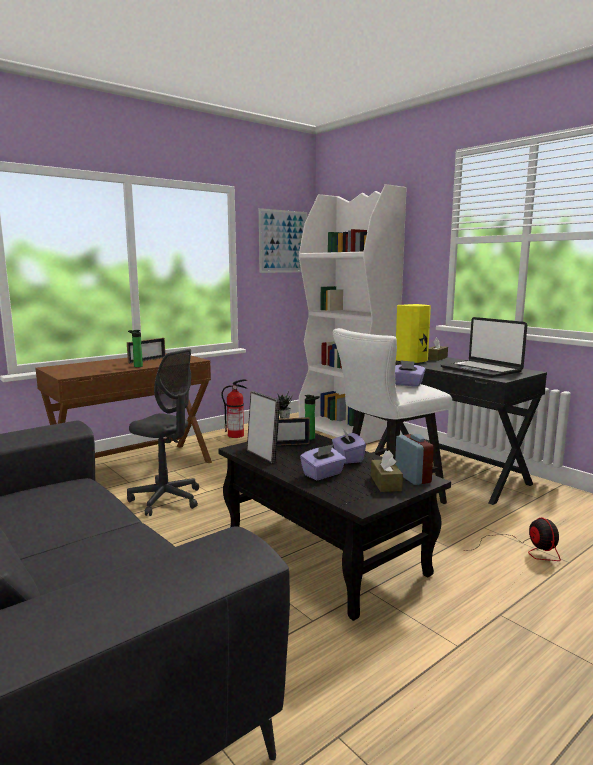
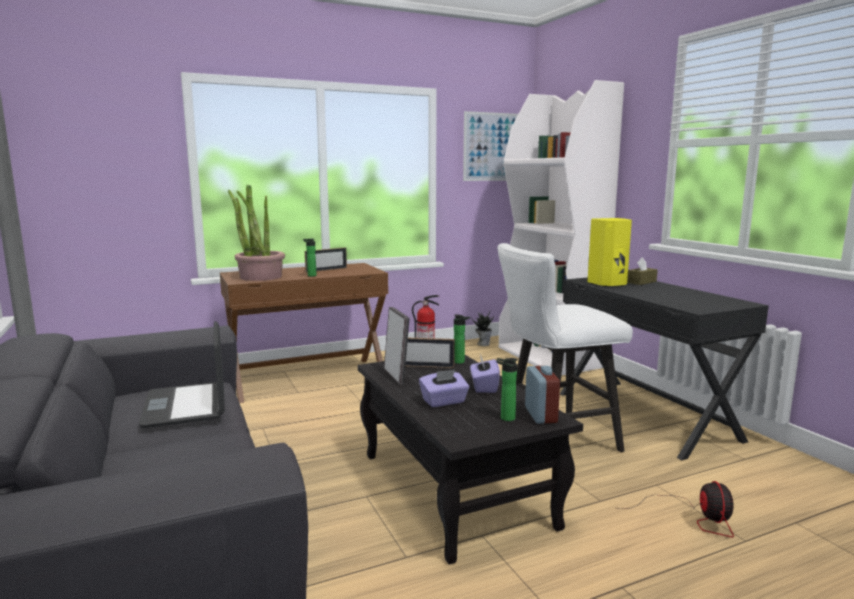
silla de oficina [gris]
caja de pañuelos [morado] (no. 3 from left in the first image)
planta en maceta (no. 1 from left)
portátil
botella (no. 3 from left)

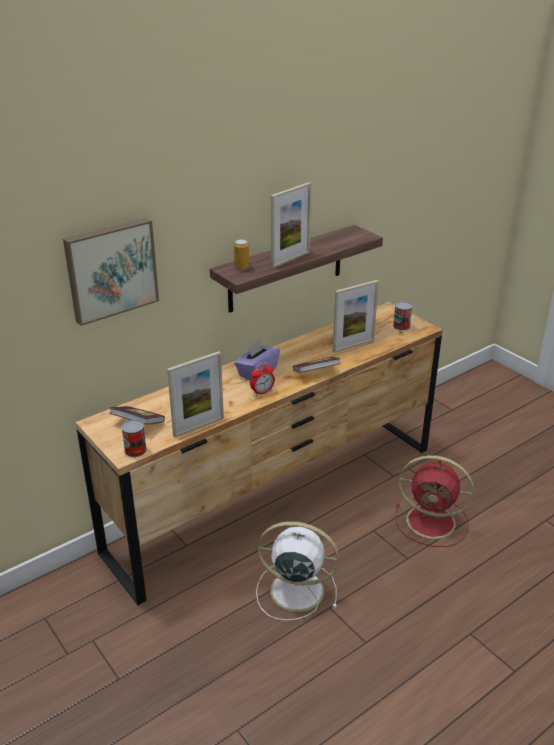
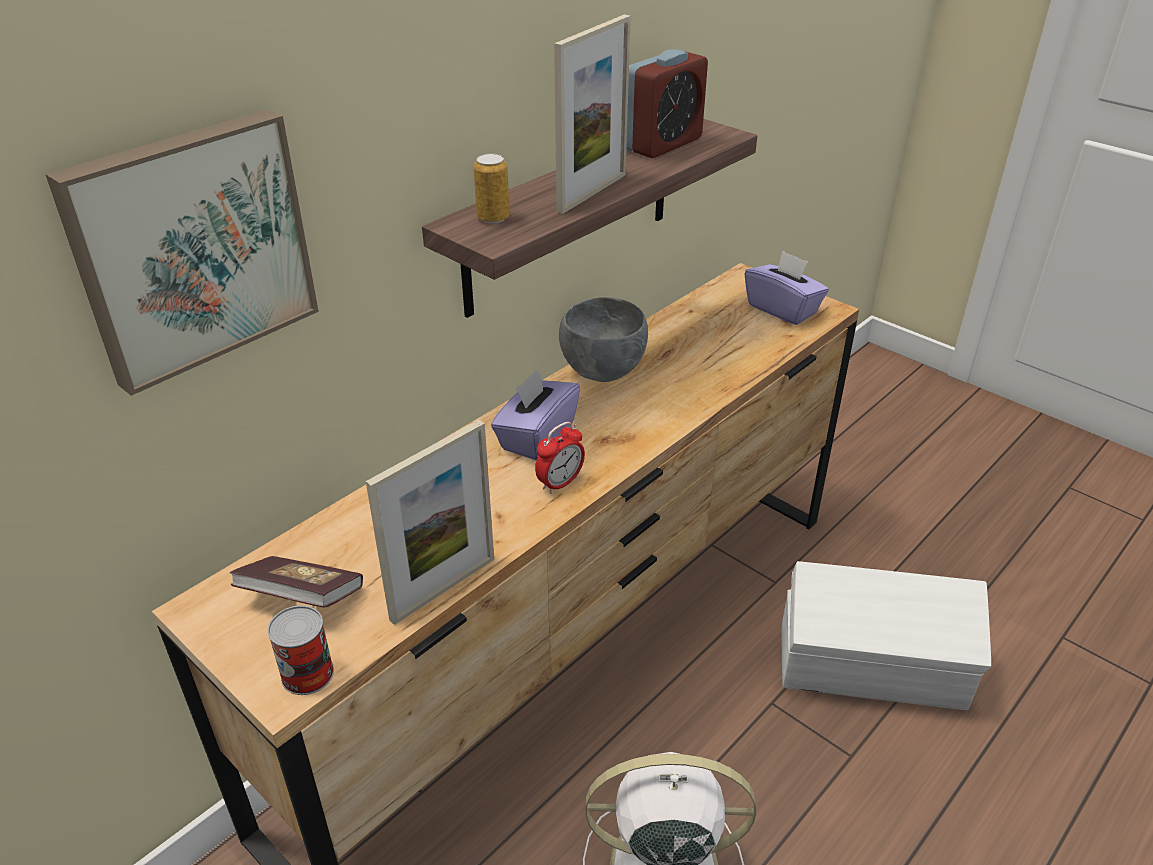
libro (no. 2 from left in the first image)
portarretratos (no. 3 from left in the first image)
cuenco [gris]
despertador (no. 2 from left)
caja de pañuelos [morado] (no. 2 from left)
caja de almacenaje [blanco]

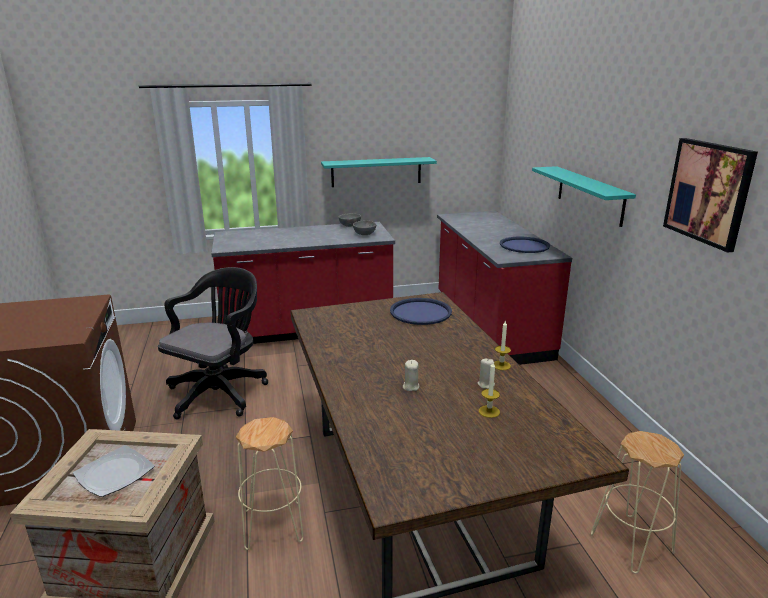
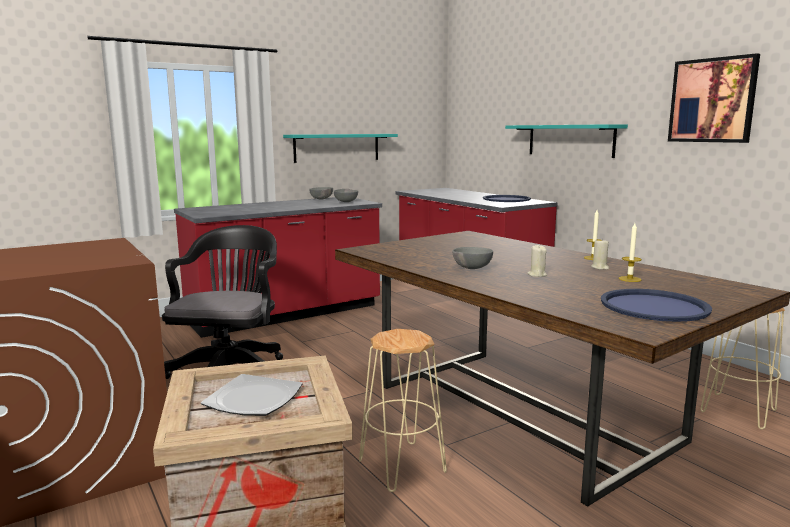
cuenco [gris] (no. 3 from left)
bandeja [azul] (no. 2 from left)

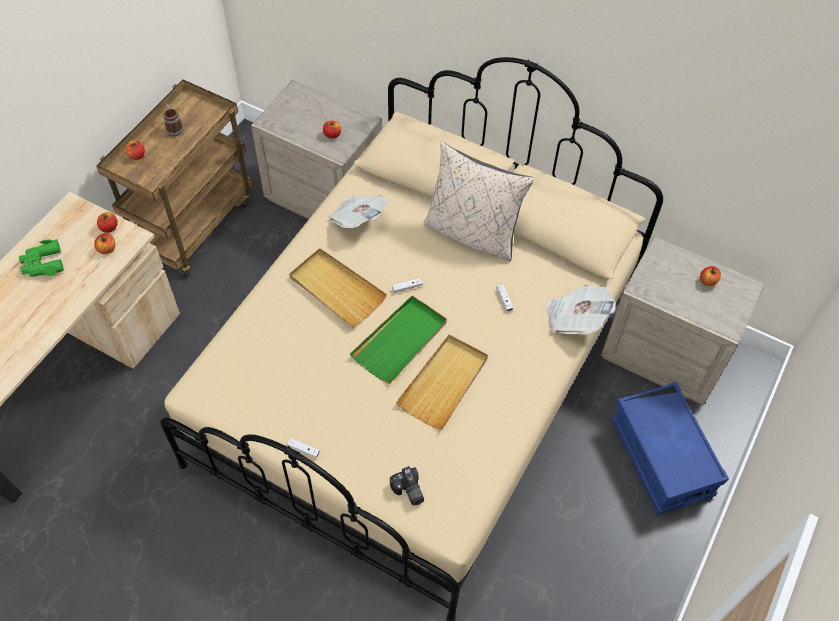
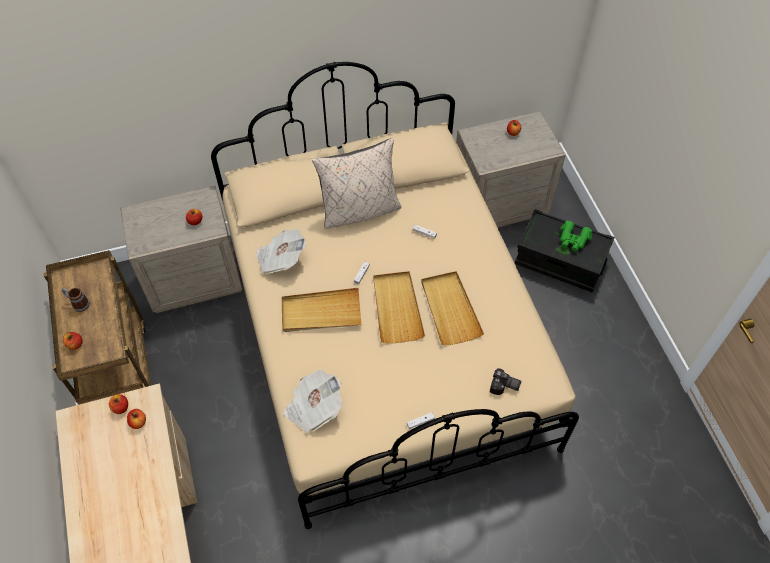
prismáticos [verde]
periódico (no. 2 from left)
bandeja [beis] (no. 2 from left)
caja de almacenaje [negro]

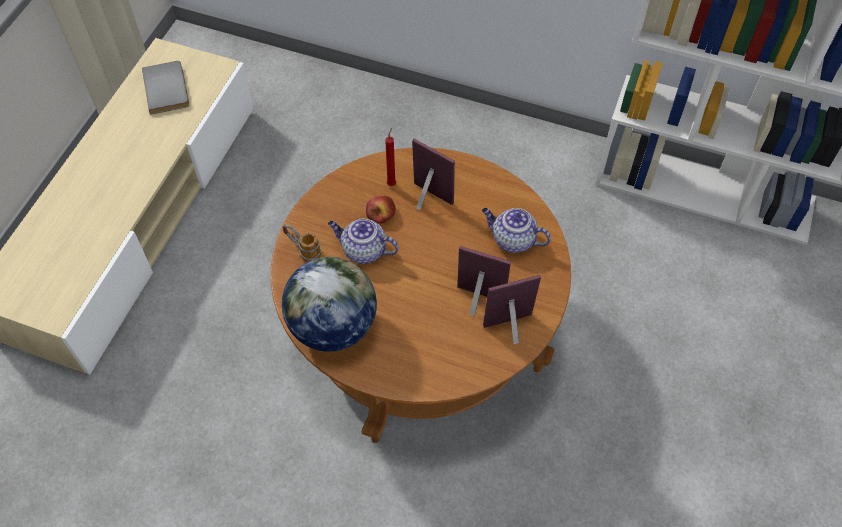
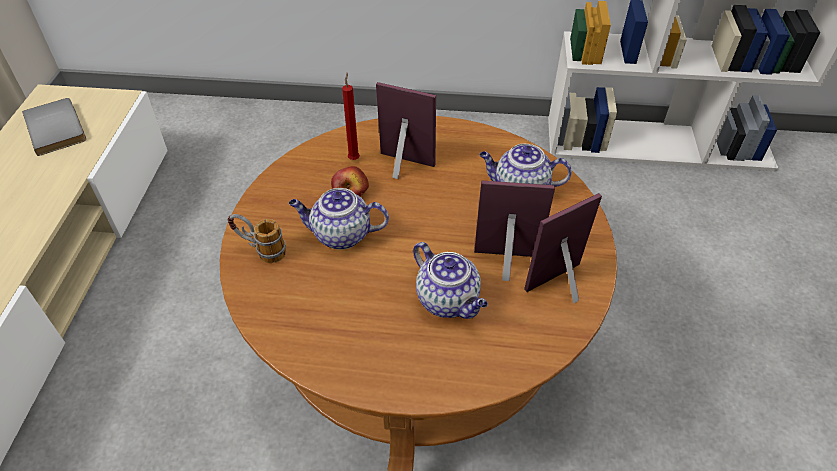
globo terráqueo
tetera (no. 2 from left)

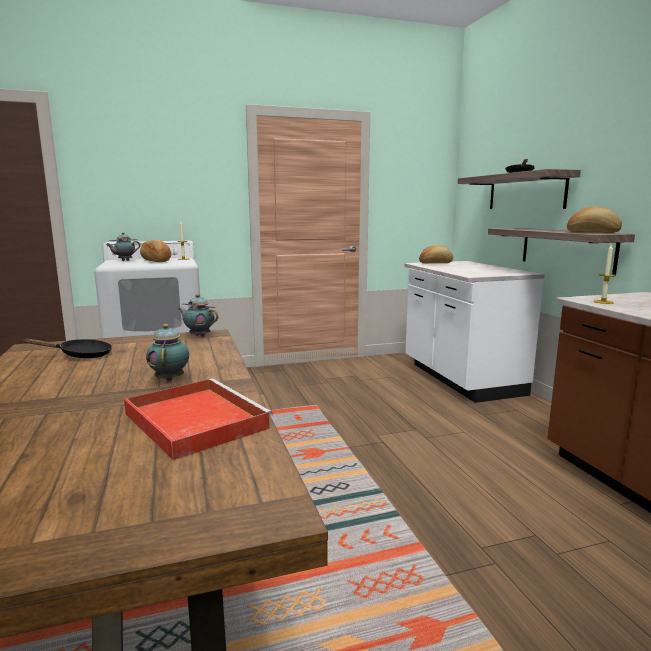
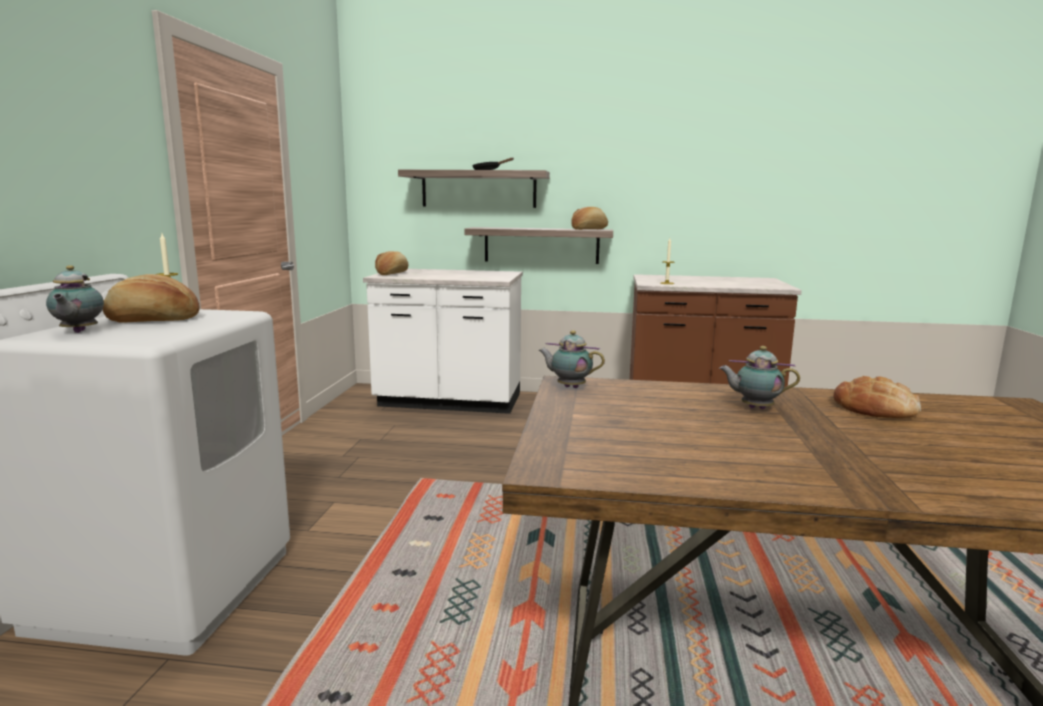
sartén [negro] (no. 1 from left in the first image)
pan (no. 4 from left)
tetera (no. 2 from left)

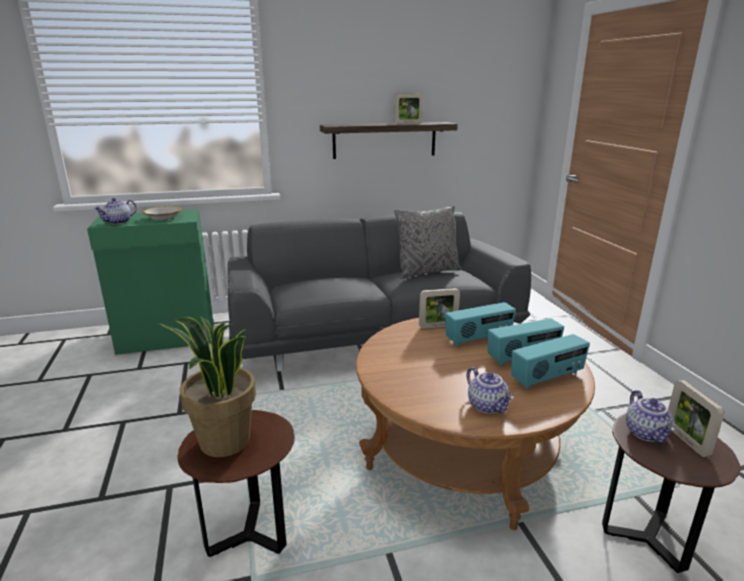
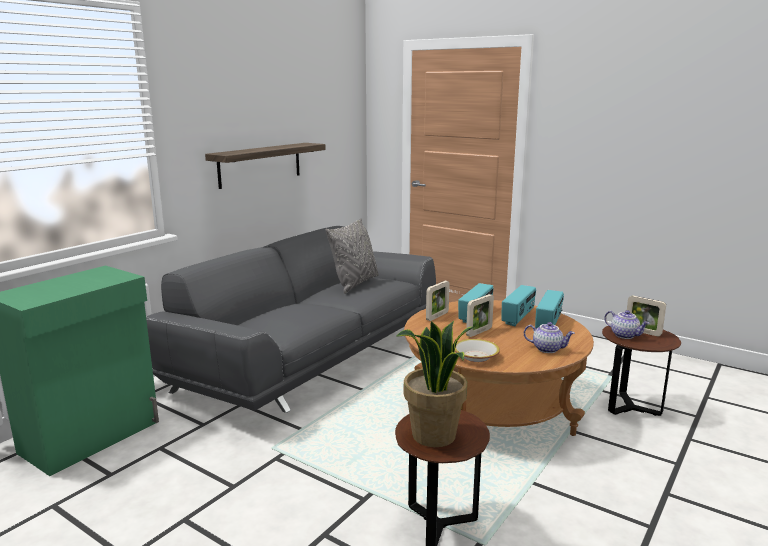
tetera (no. 1 from left in the first image)
cuenco
portarretratos (no. 2 from left)

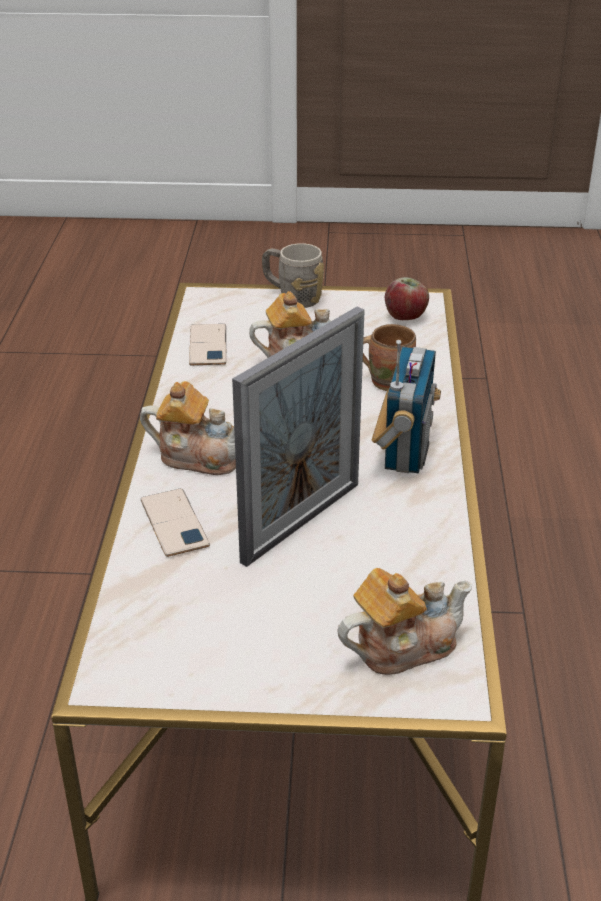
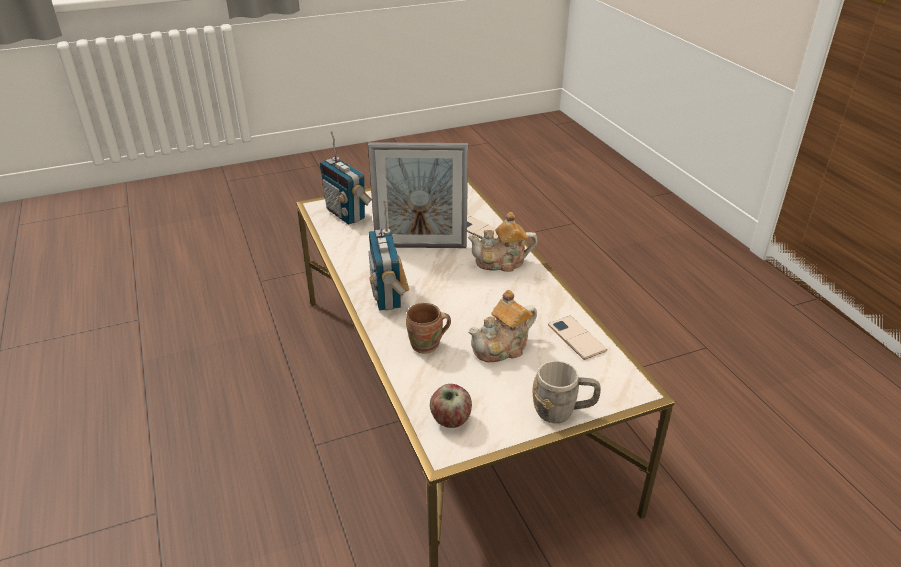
radio (no. 1 from left)
portarretratos

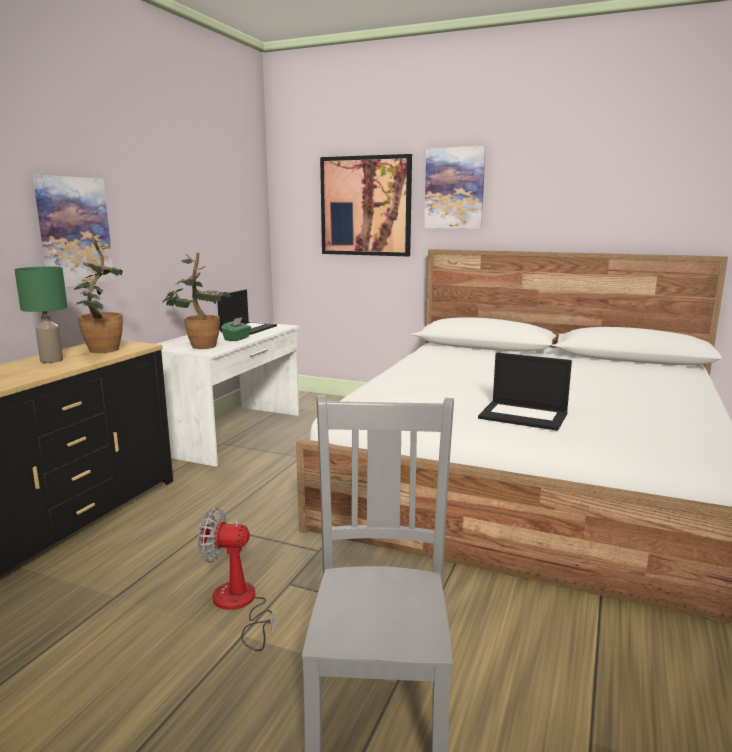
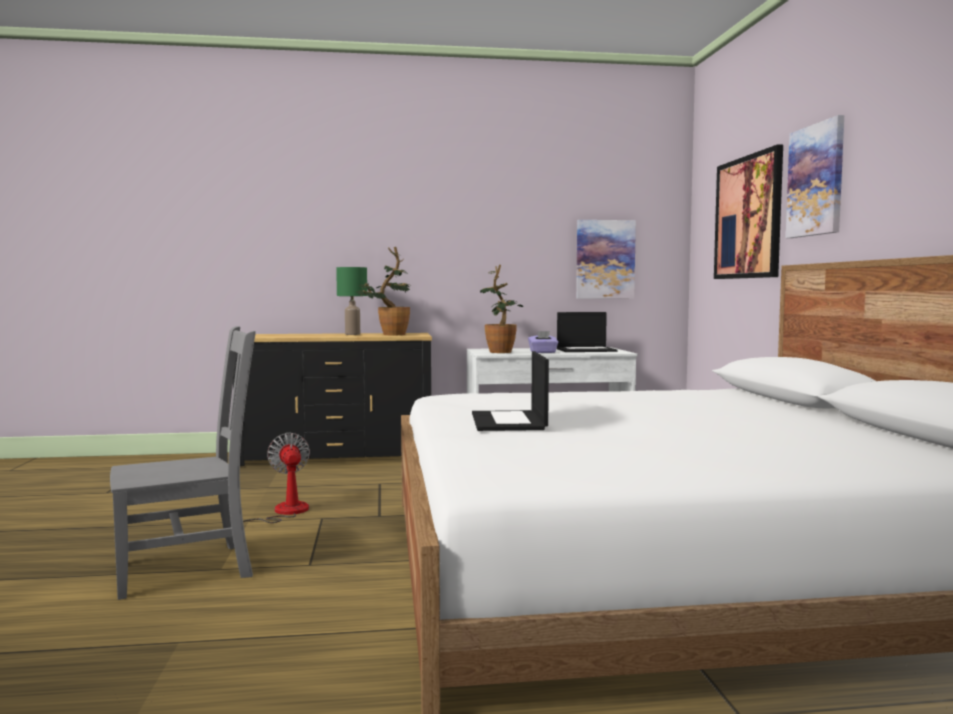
cuadro (no. 1 from left)
caja de pañuelos [morado]

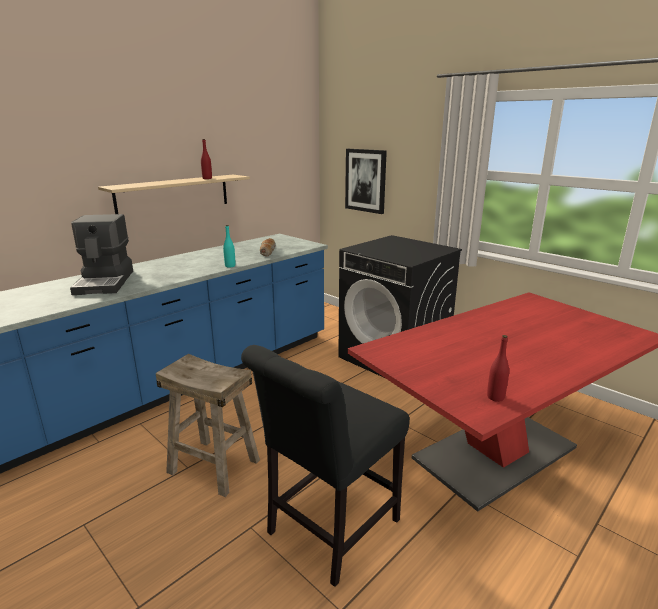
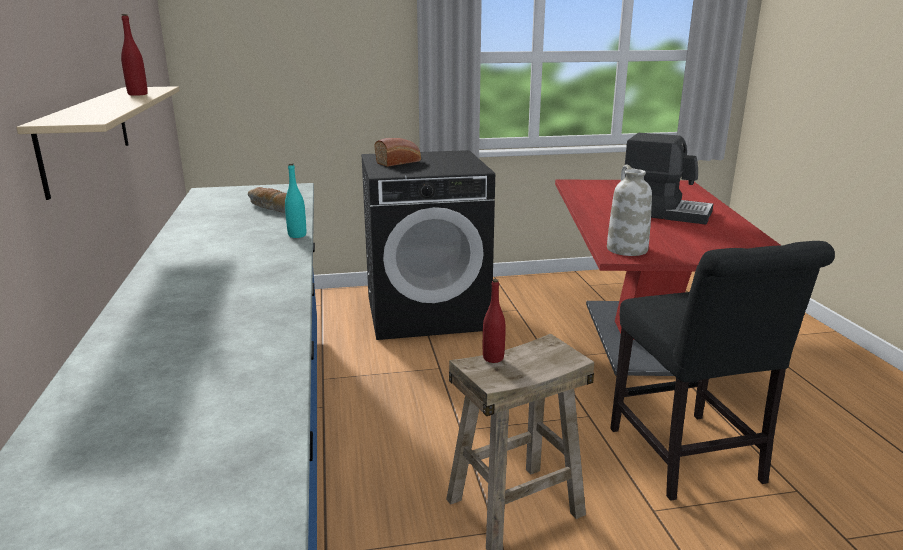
cuadro
pan (no. 2 from left)
florero [blanco]
cafetera
botella [rojo] (no. 2 from left)

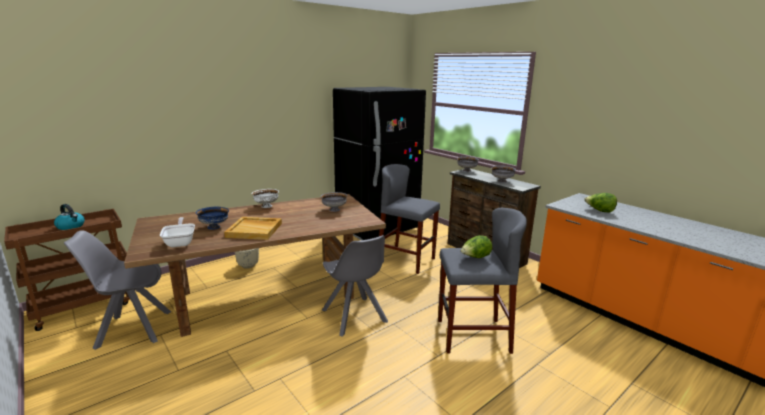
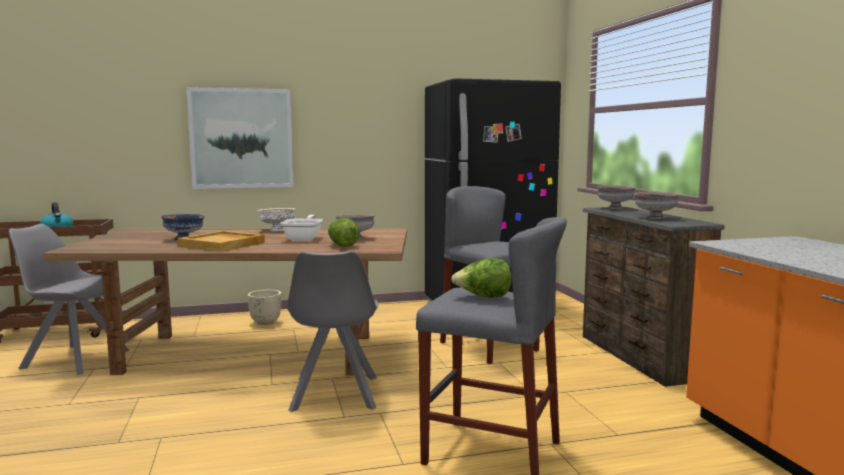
cuadro
sartén
lechuga (no. 1 from left)

